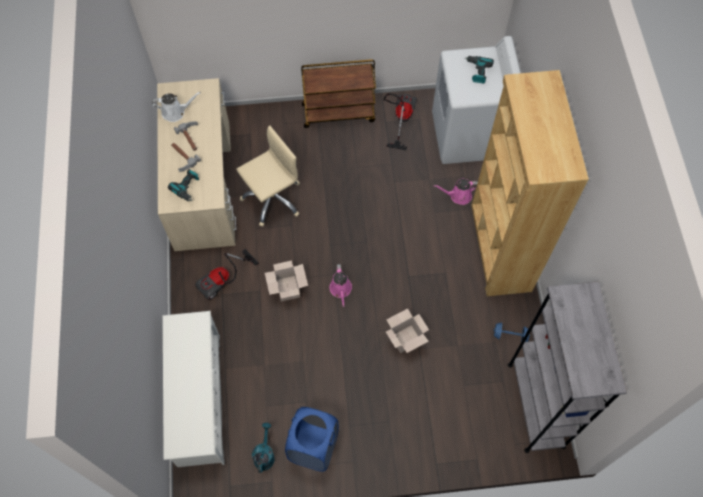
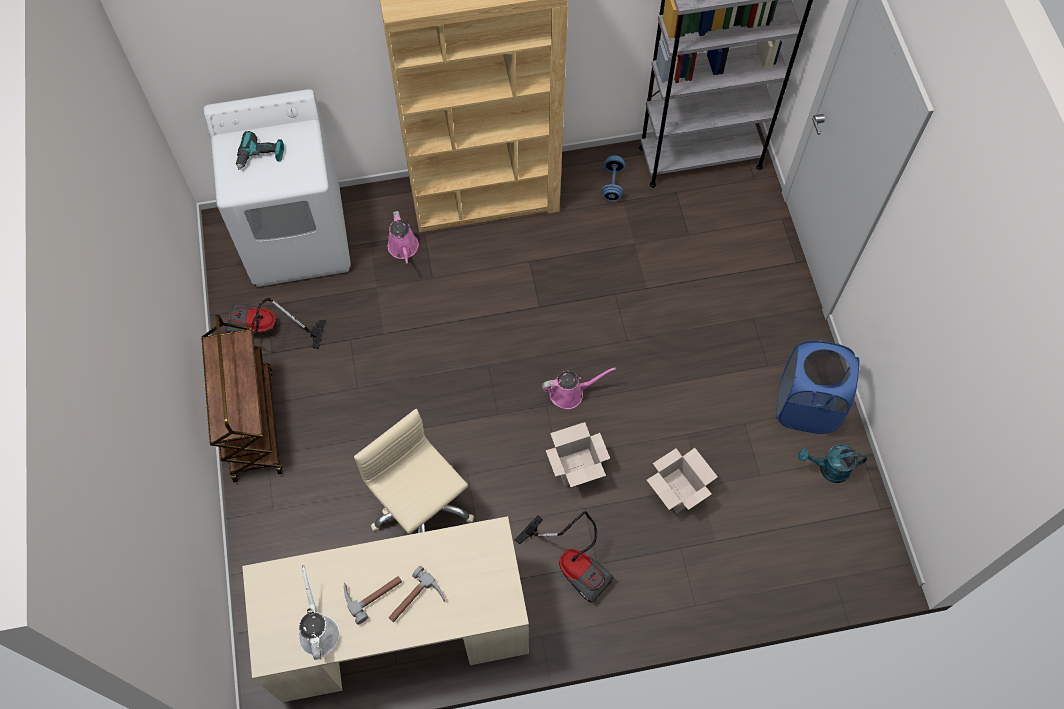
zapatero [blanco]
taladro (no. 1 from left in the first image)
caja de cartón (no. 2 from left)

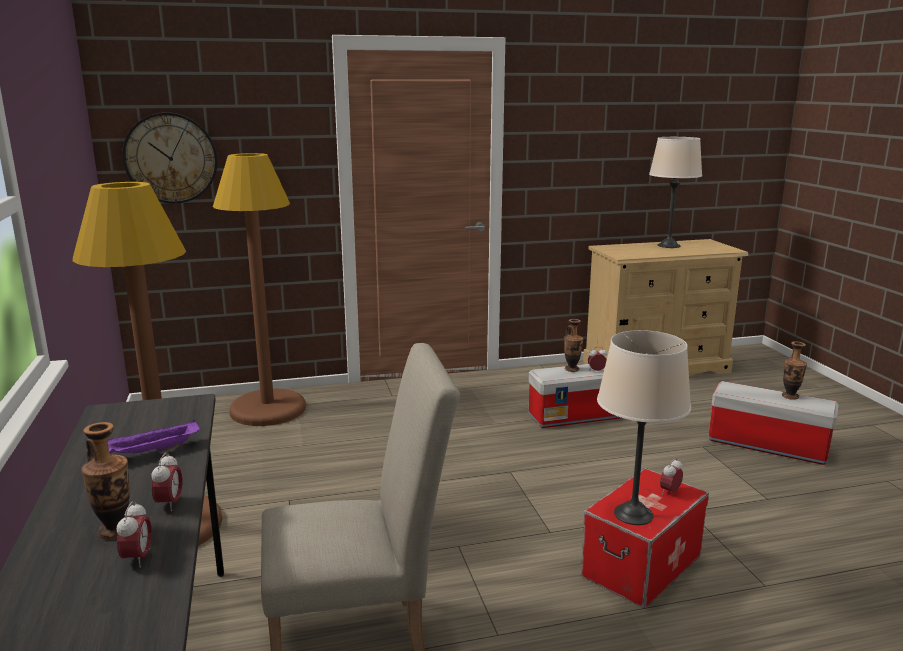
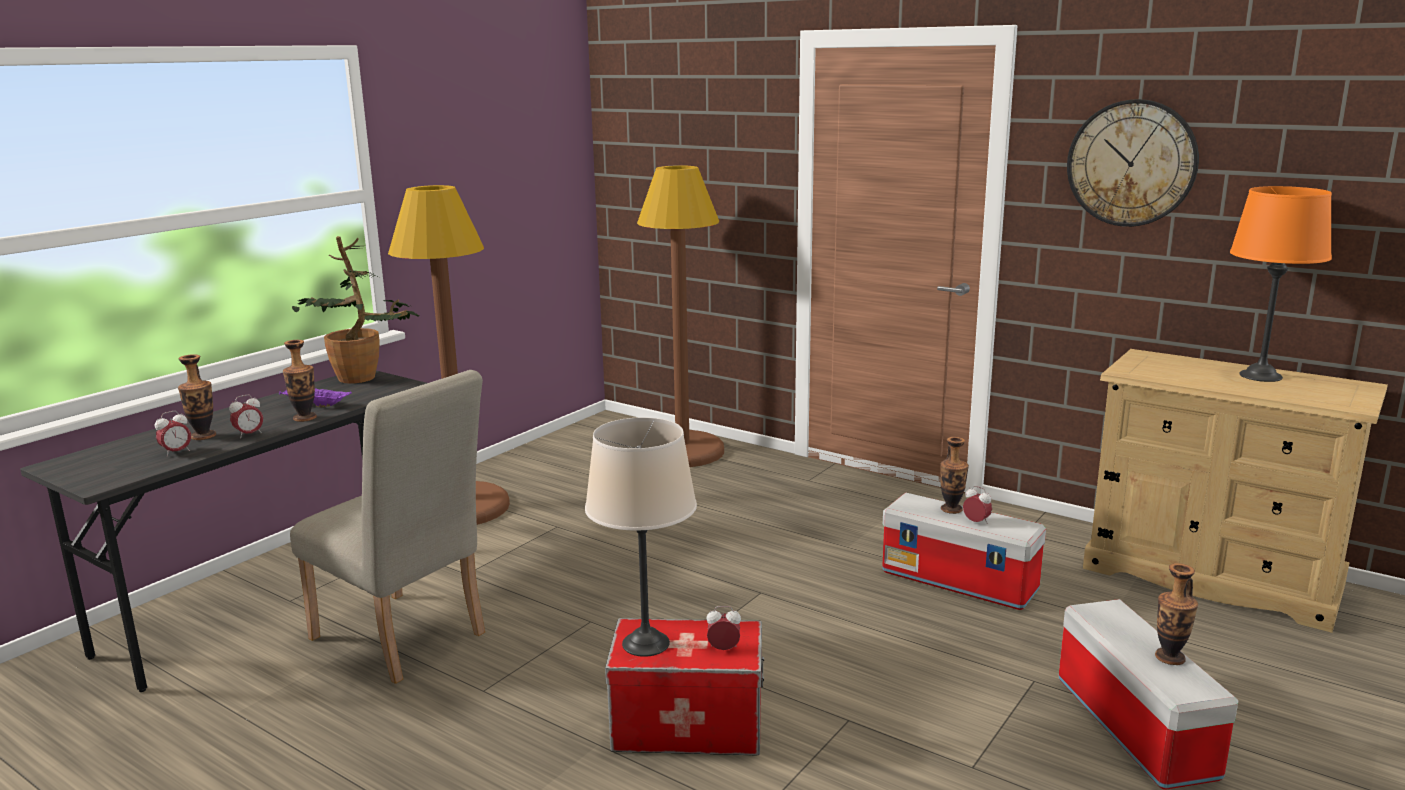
florero (no. 2 from left)
planta en maceta
reloj de pared
lámpara de mesa [naranja]

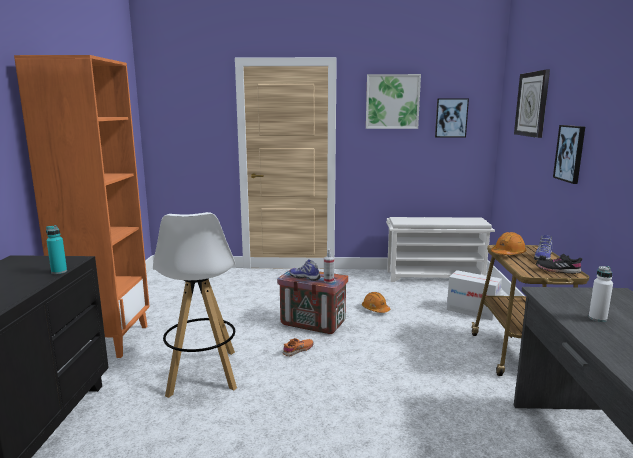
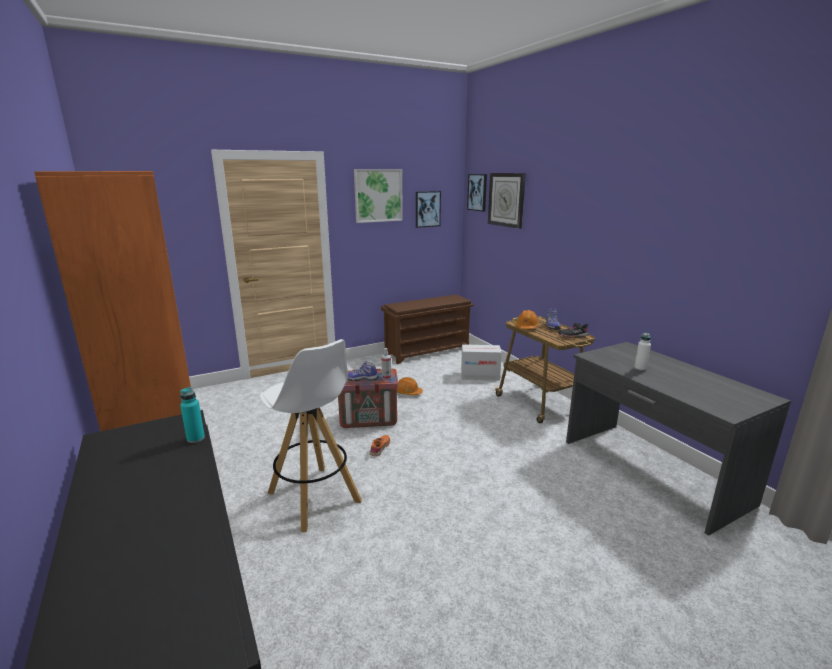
cuadro (no. 3 from left)
zapatero [marrón]

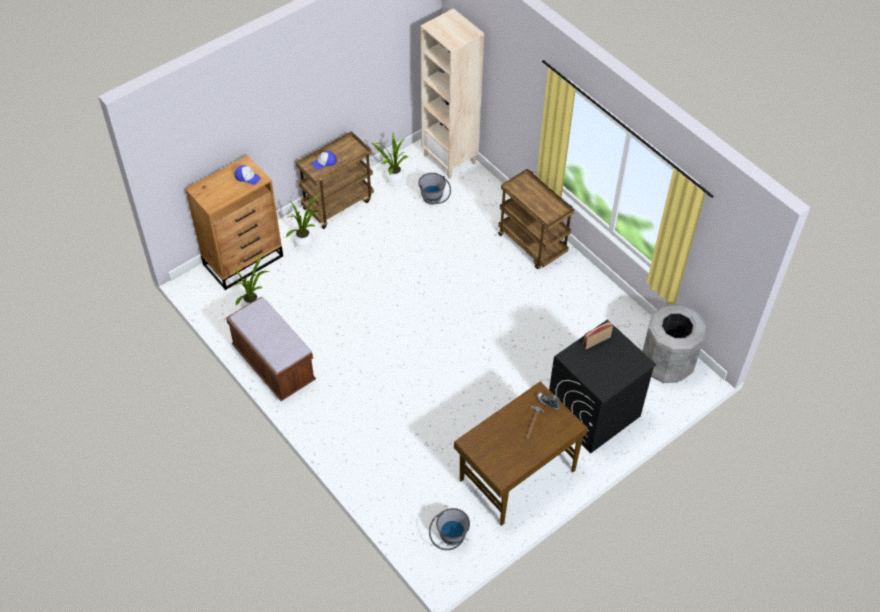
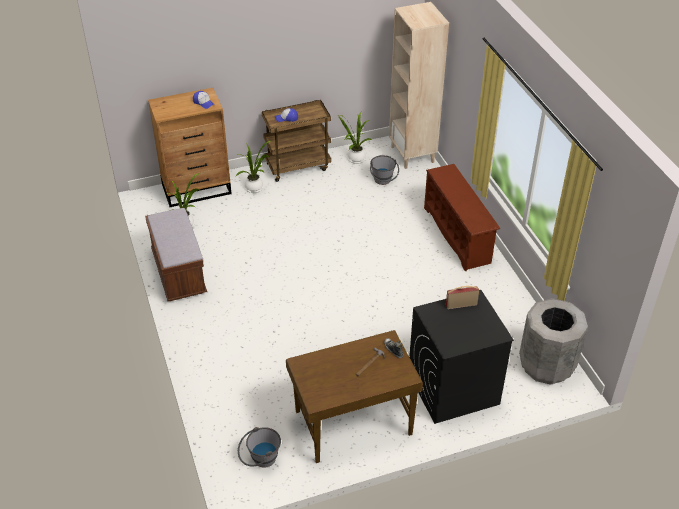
zapatero [marrón]

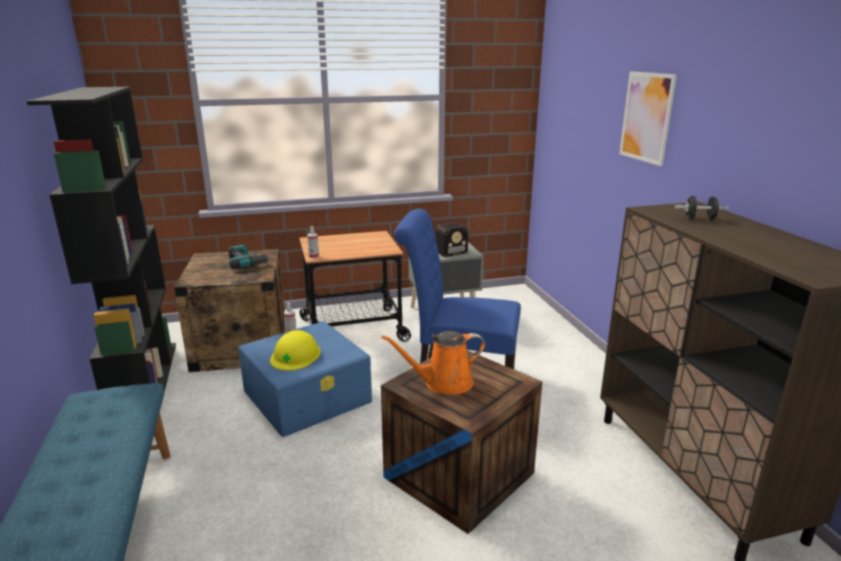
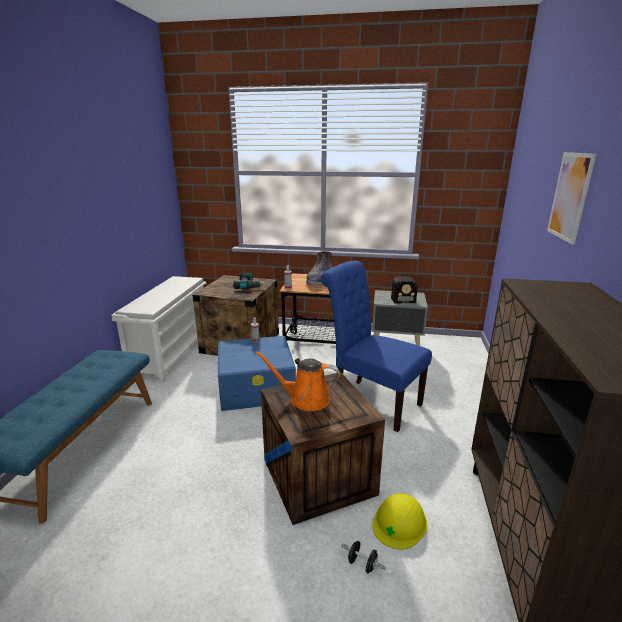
bota [gris]
casco [amarillo]
mancuerna [negro]
zapatero [blanco]

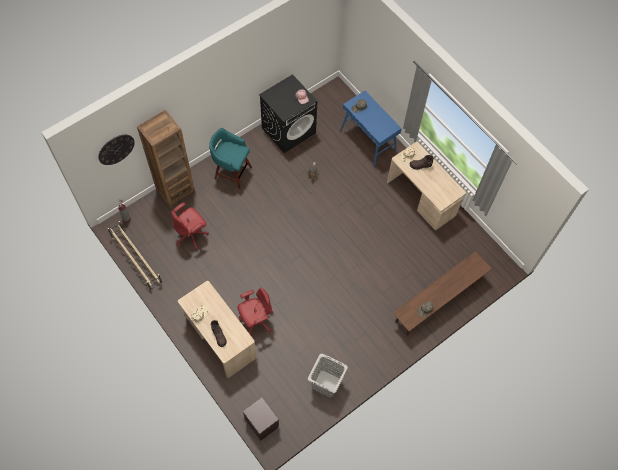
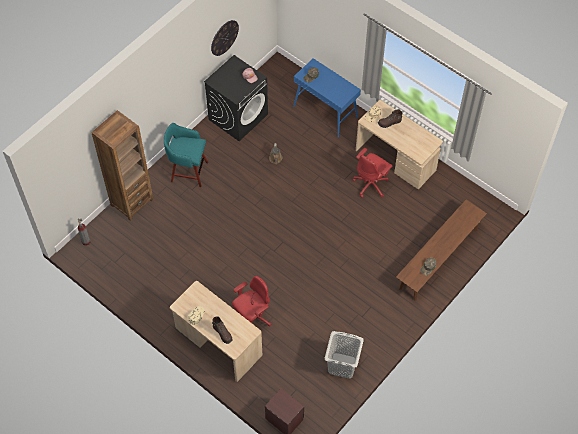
zapatero [beis]
reloj de pared
silla de oficina [rojo] (no. 2 from left)

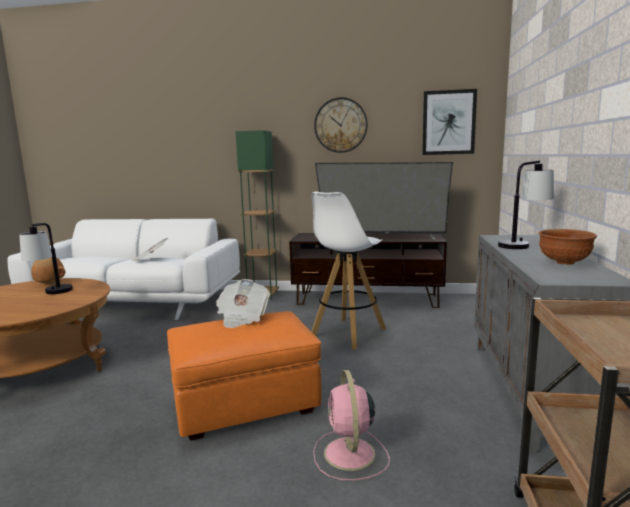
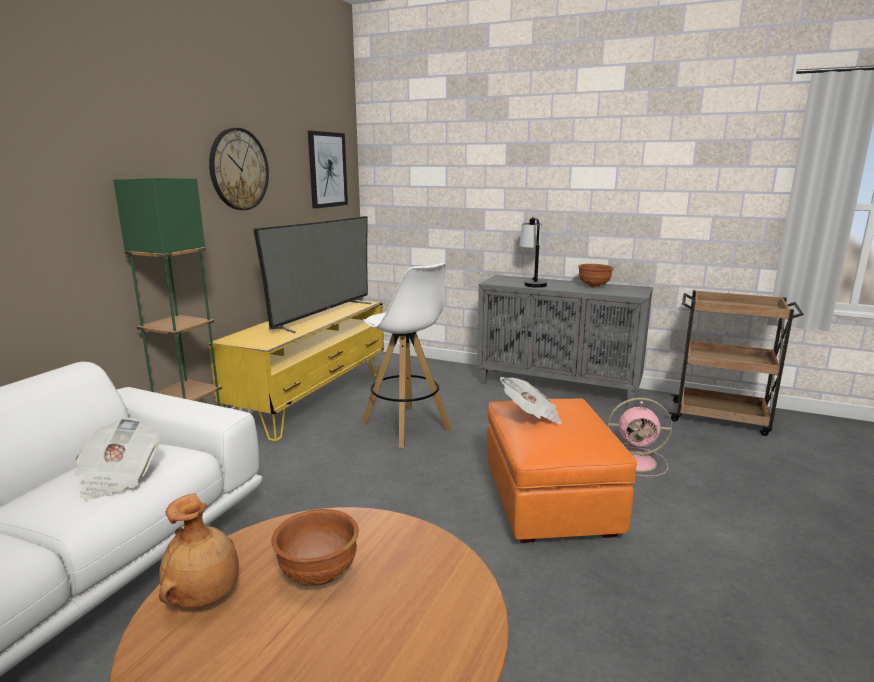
cuenco [marrón] (no. 1 from left)
mueble de televisión [amarillo]

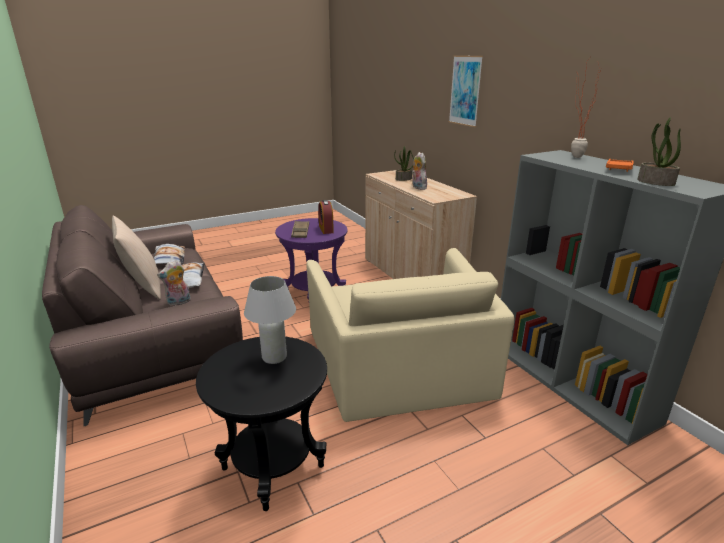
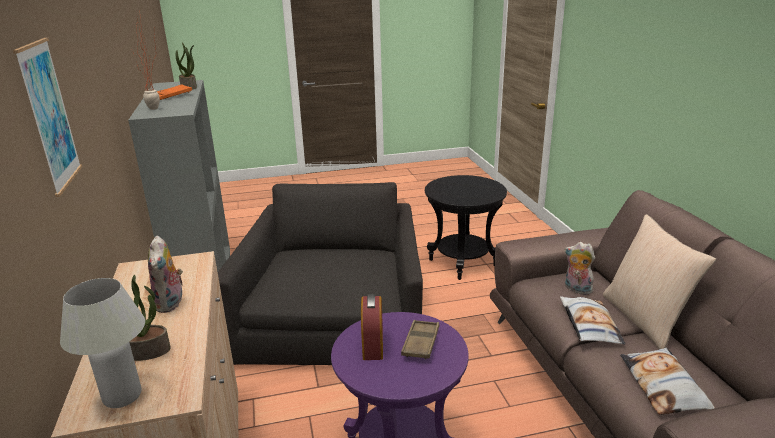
lámpara de mesa [blanco]
sillón [negro]
peluche (no. 2 from left)

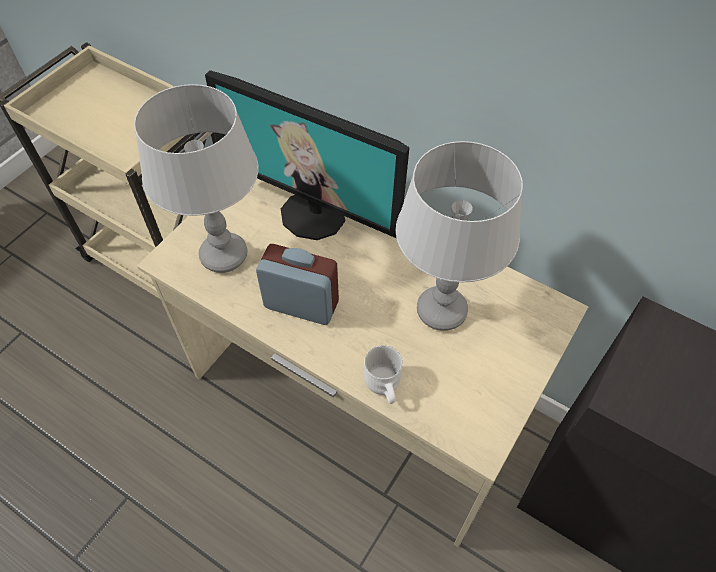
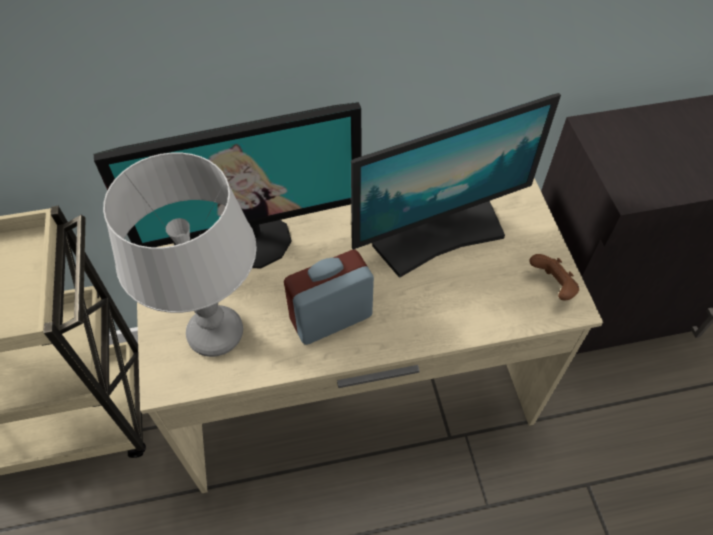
taza grande [blanco]
mando de consola [marrón]
monitor (no. 2 from left)

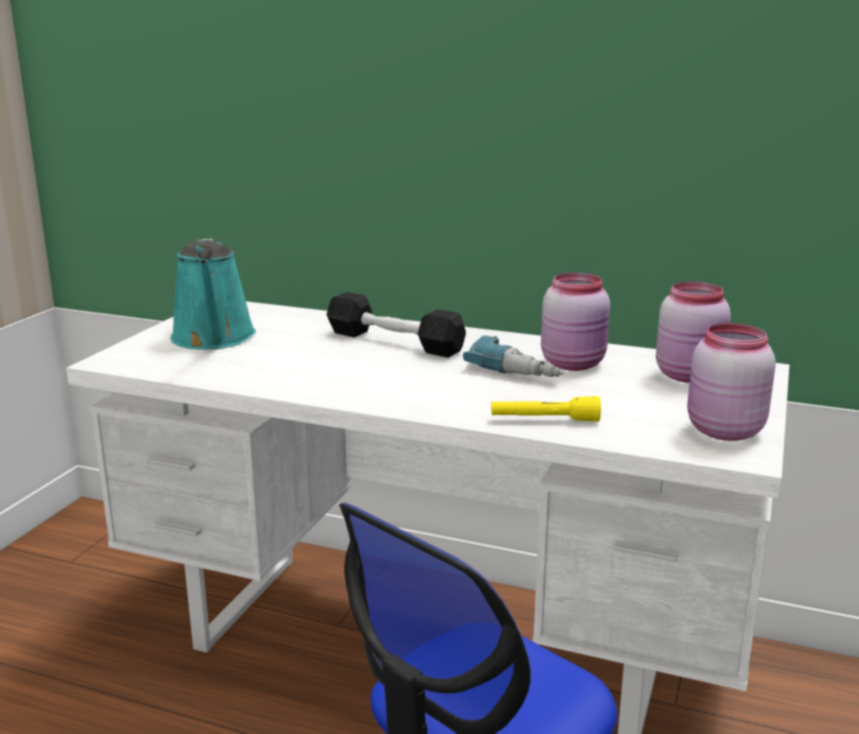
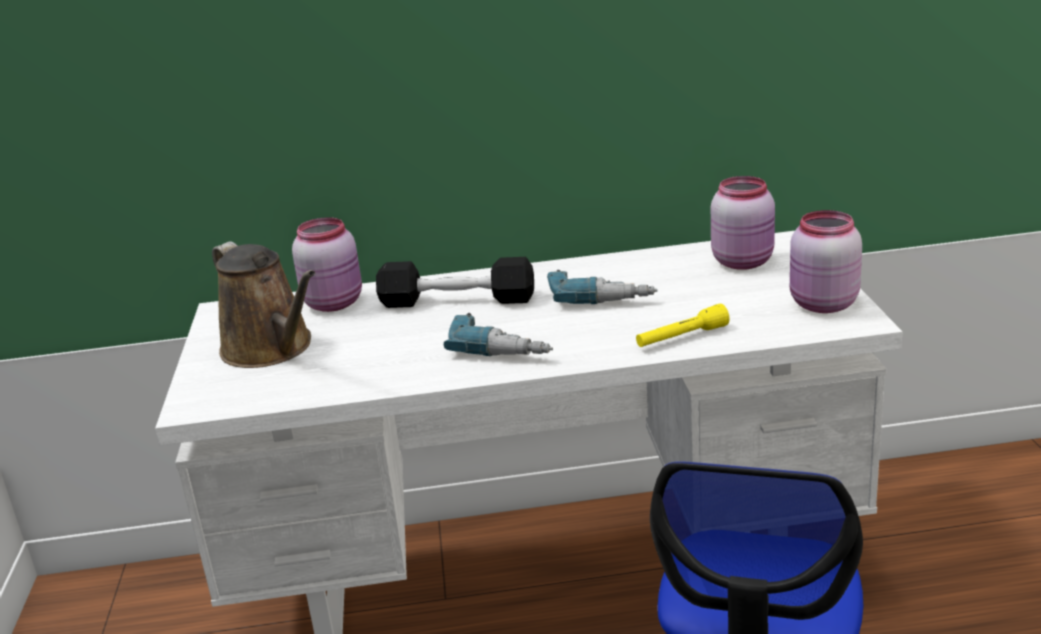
taladro (no. 1 from left)
tarro [rosa] (no. 1 from left)
regadera [marrón]

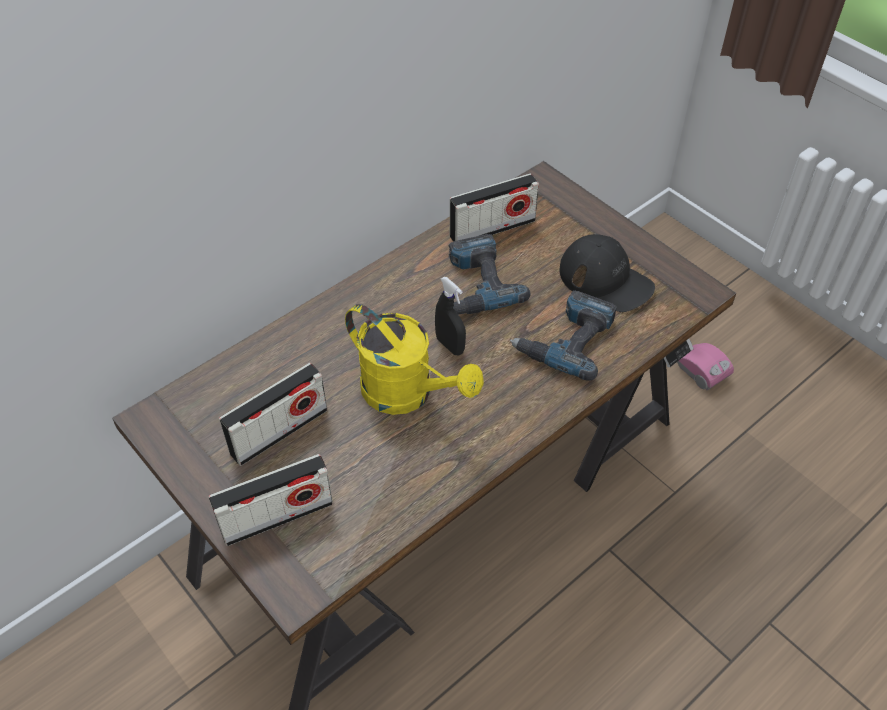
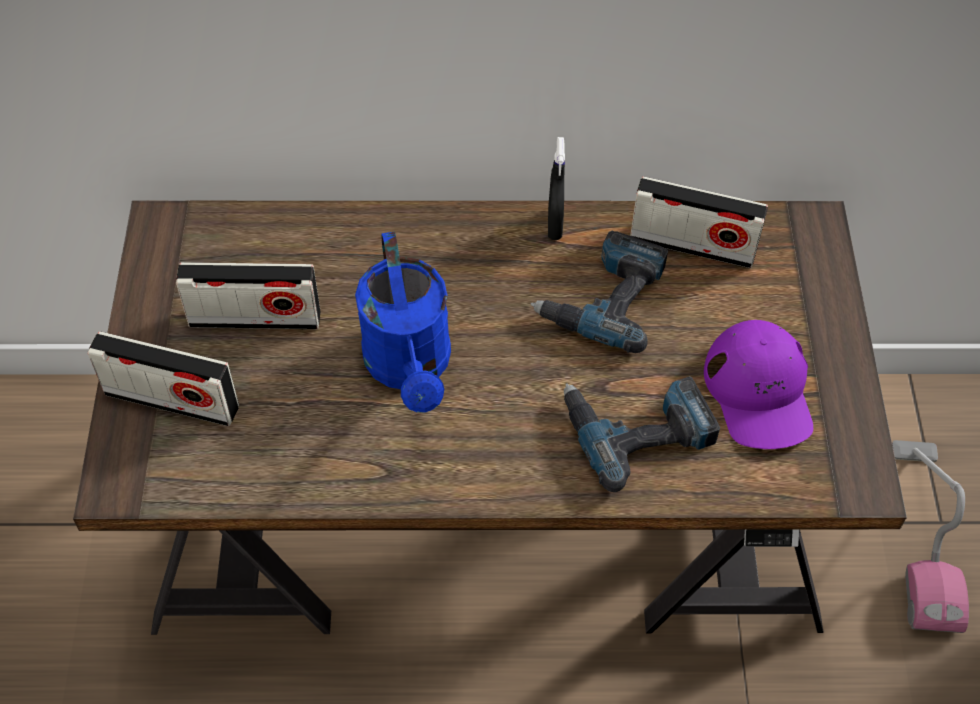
pulverizador [negro]
regadera [azul]
gorra [morado]

